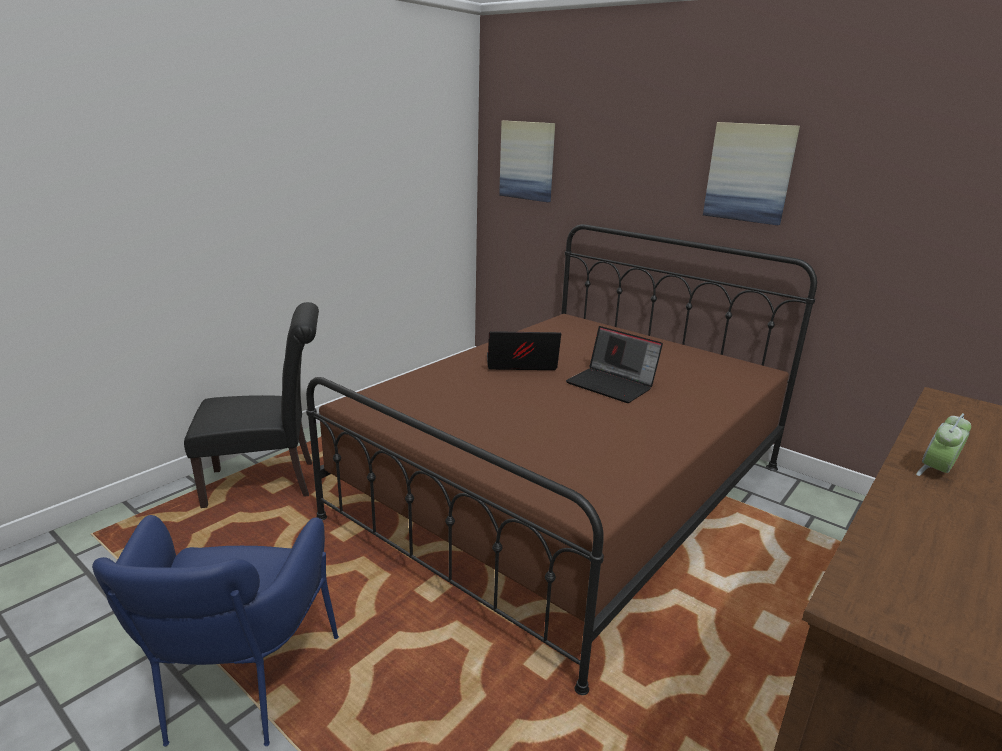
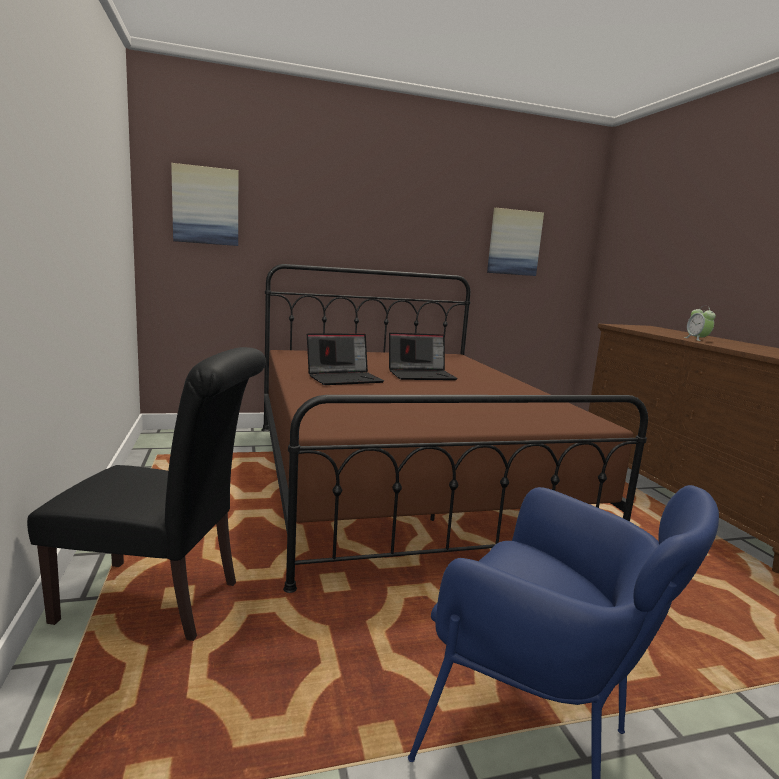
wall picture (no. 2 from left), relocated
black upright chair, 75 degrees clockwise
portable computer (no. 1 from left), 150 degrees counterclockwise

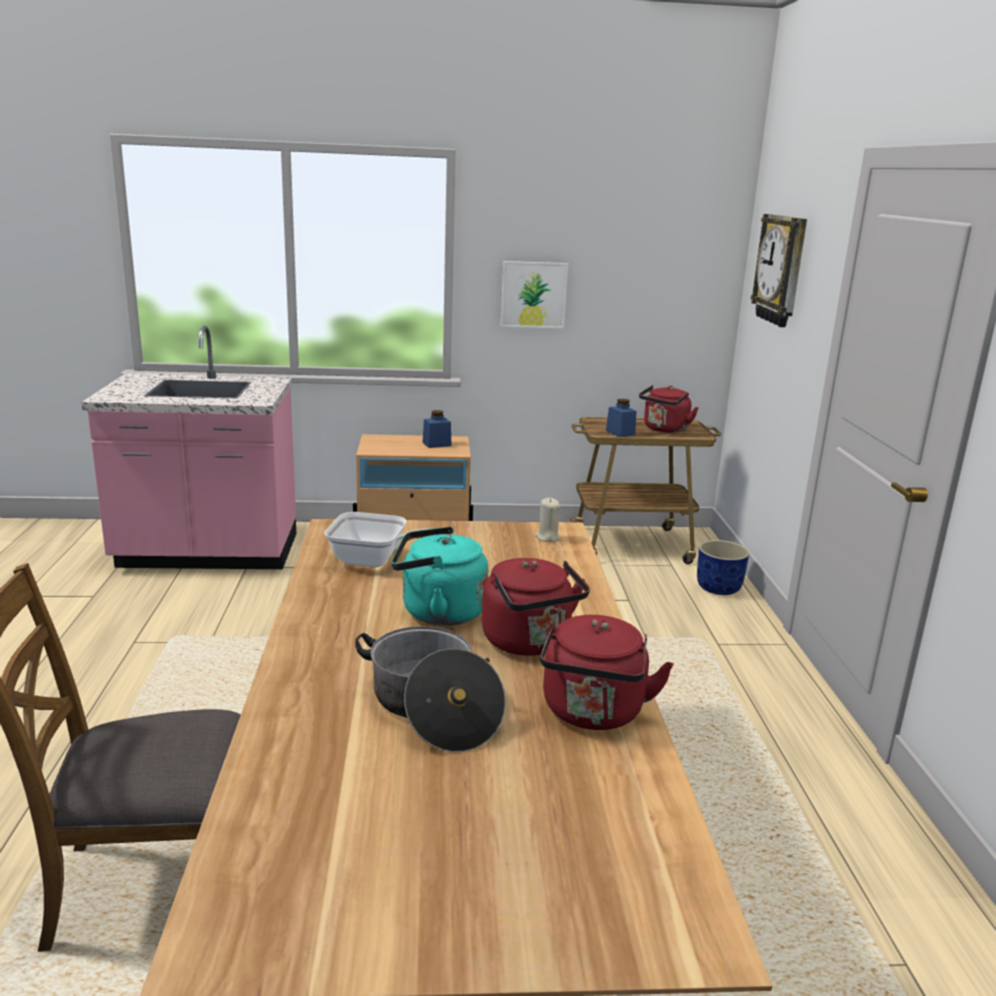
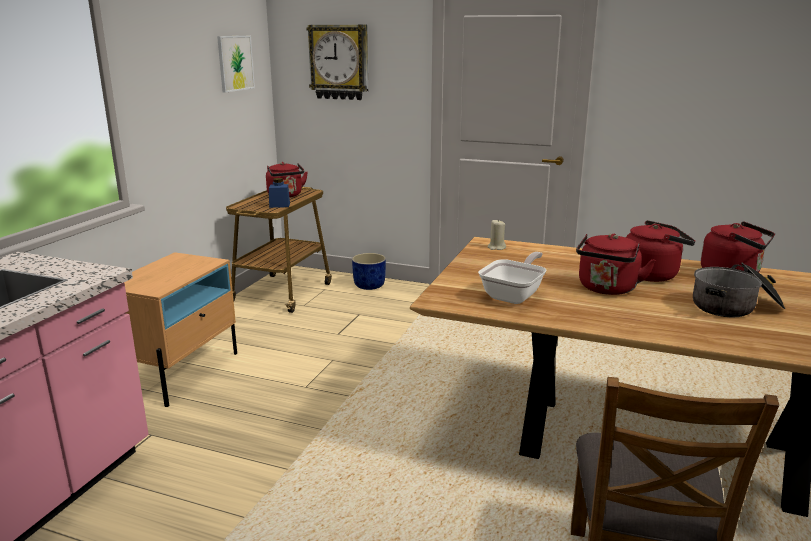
wall picture, relocated
blue preserve jar (no. 1 from left) => nothing
turquoise water kettle => reddish water kettle (no. 2 from left)

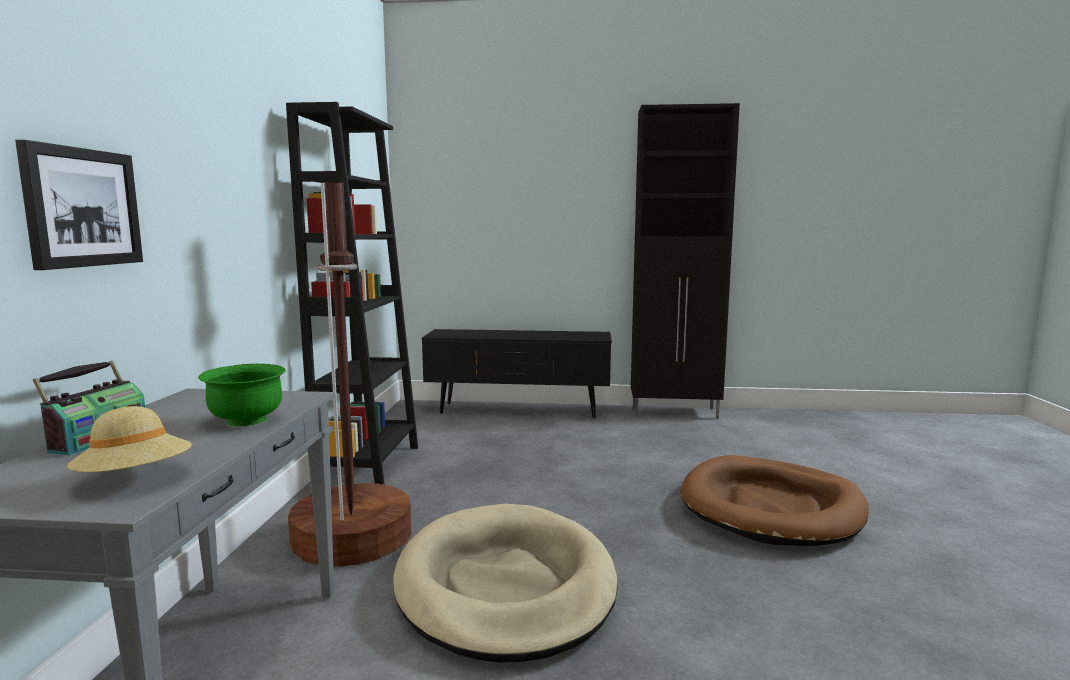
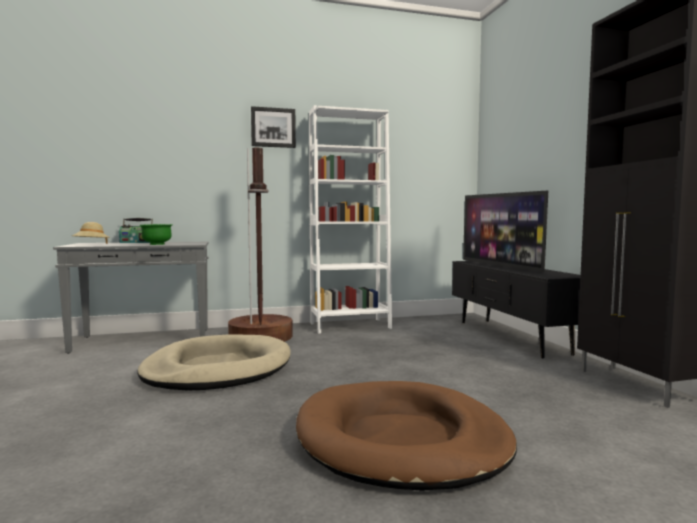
black shelving unit => whitish shelving unit
wall picture, relocated
nothing => TV

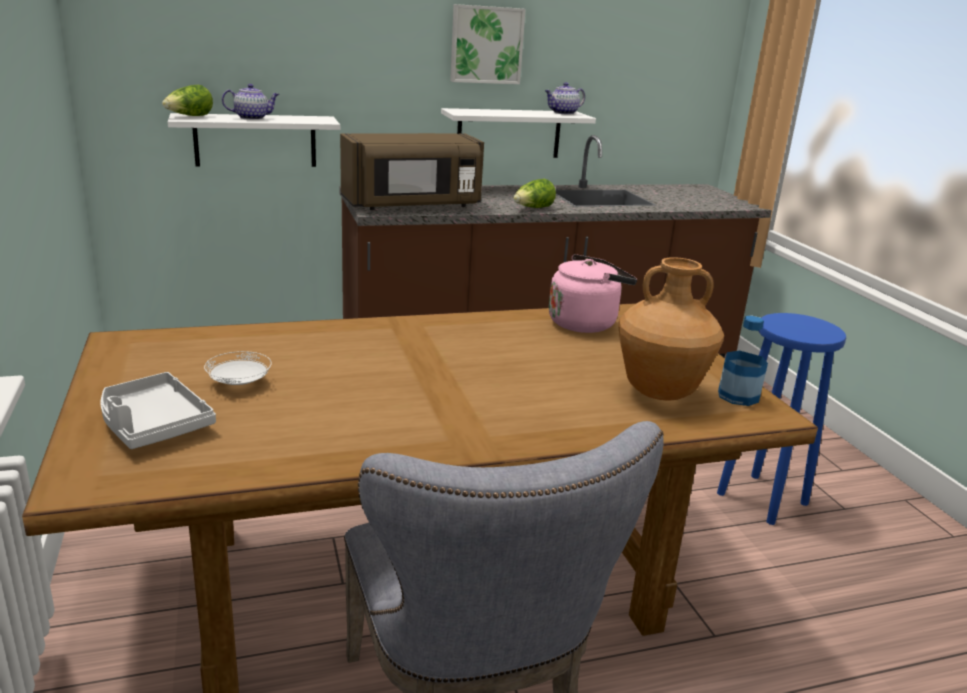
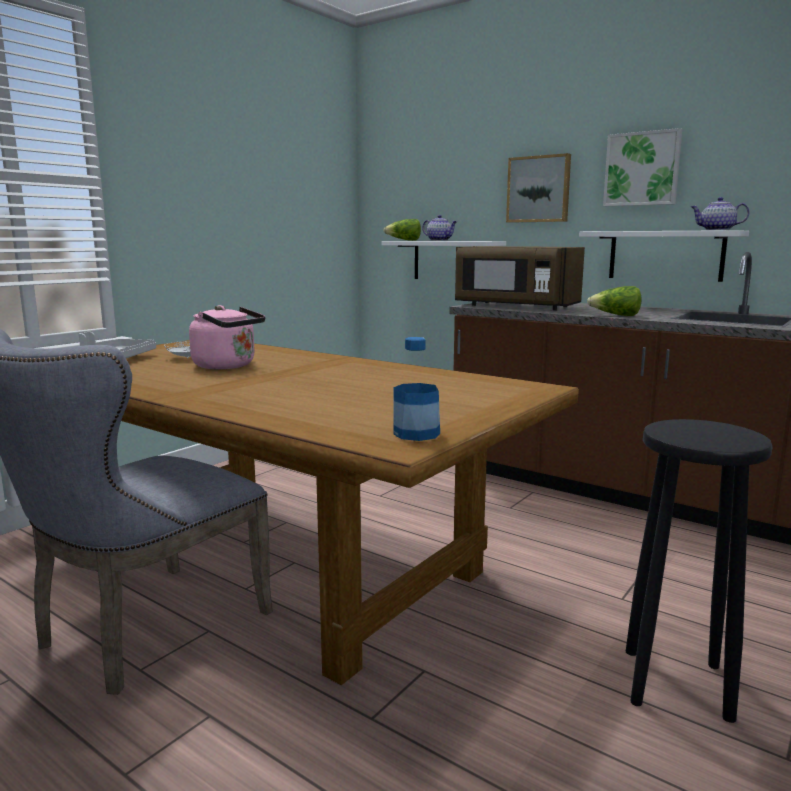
pinkish water kettle, relocated
brown-coloured flower vase => nothing
blue stool seat => black stool seat
nothing => wall picture (no. 1 from left)

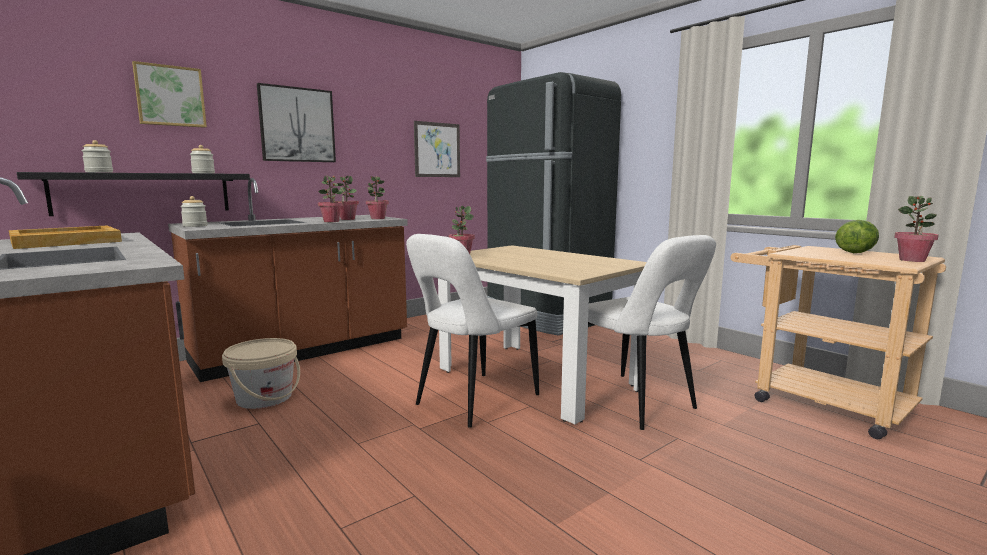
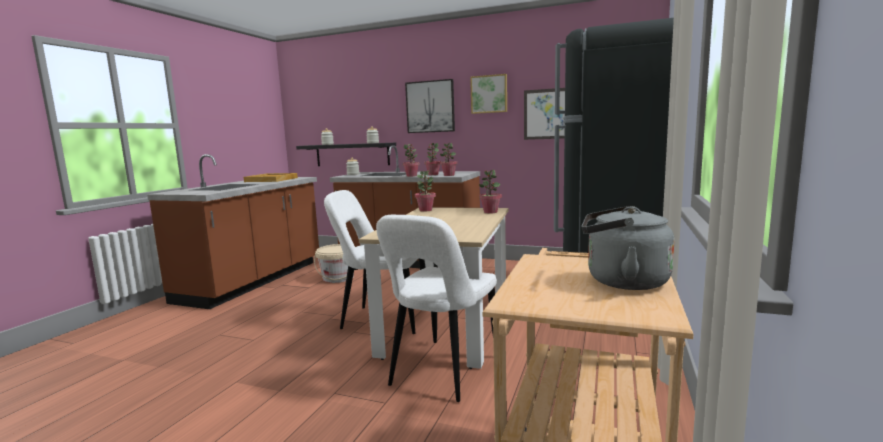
wall picture (no. 1 from left in the first image) => wall picture (no. 2 from left), relocated
houseplant (no. 5 from left), relocated
head of lettuce => gray water kettle

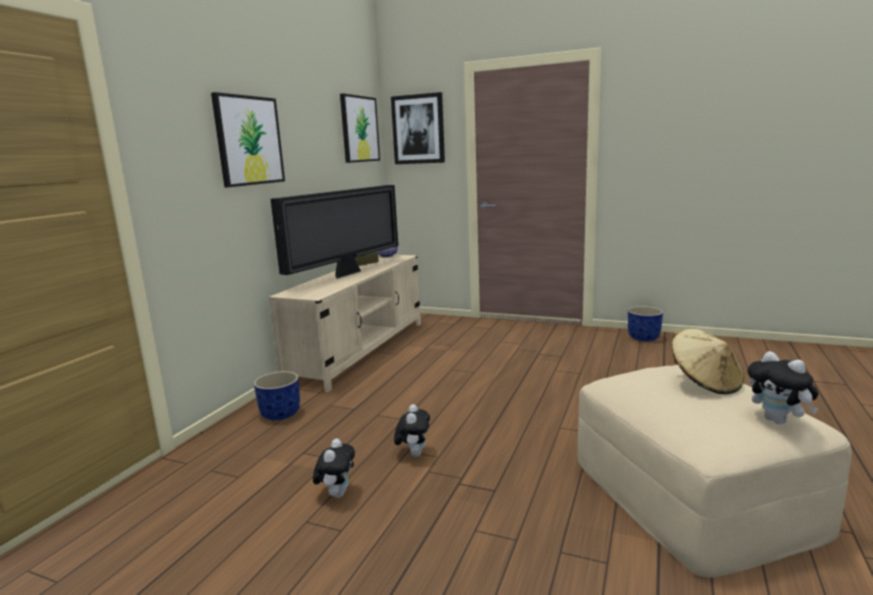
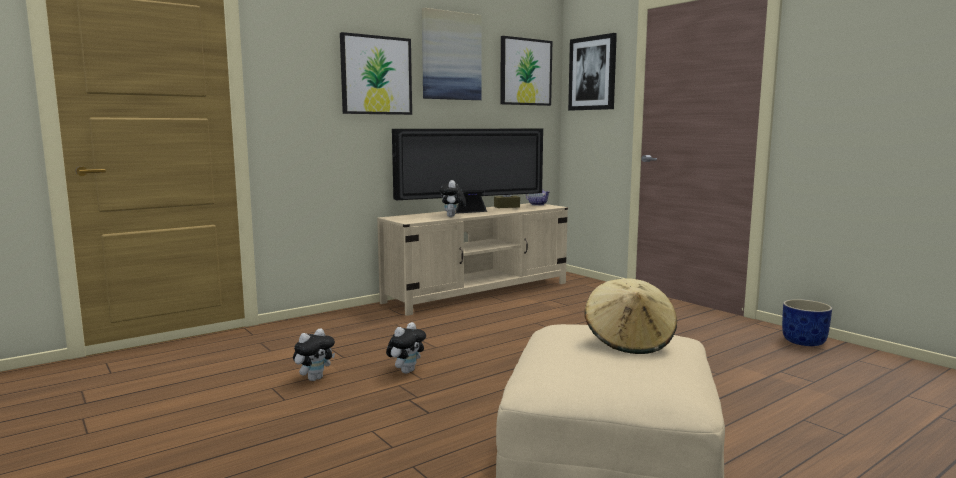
soft toy (no. 3 from left), relocated
blue flower pot (no. 1 from left) => nothing
nothing => wall picture (no. 2 from left)

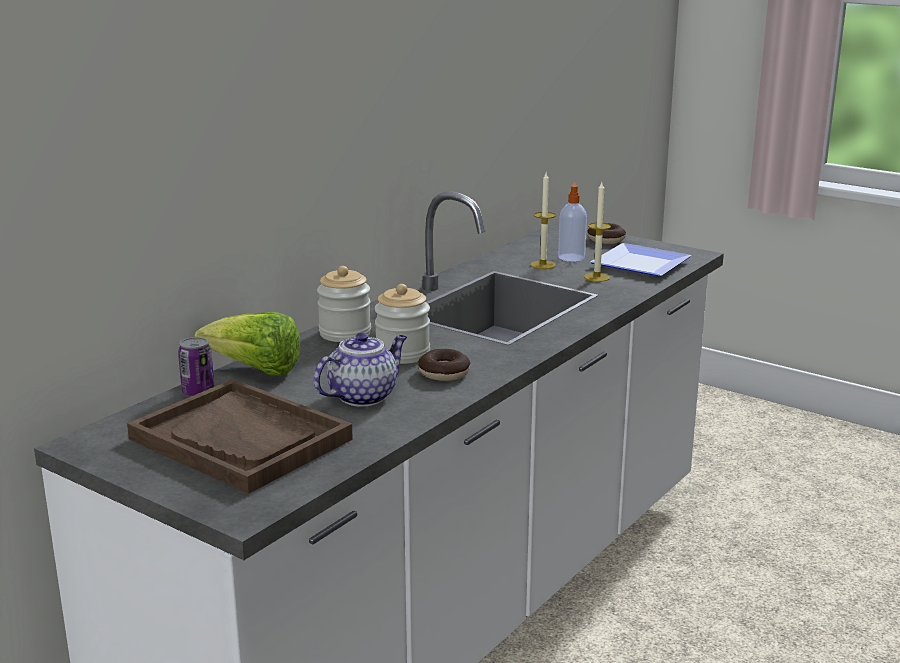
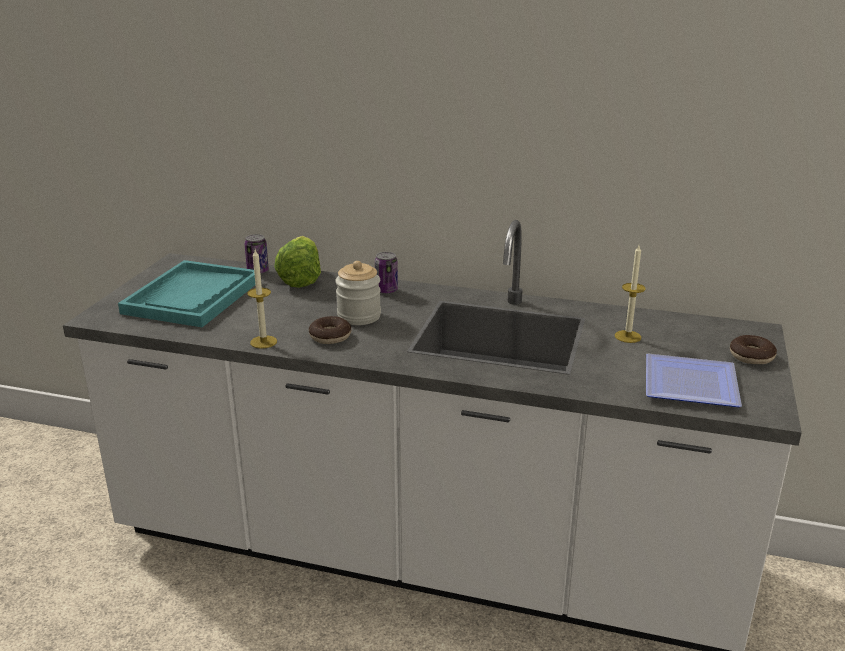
soap dispenser => nothing
candle (no. 2 from left in the first image) => candle (no. 1 from left), relocated
preserve jar (no. 1 from left) => metal can (no. 2 from left)
tea pot => nothing
brown-coloured serving tray => turquoise serving tray

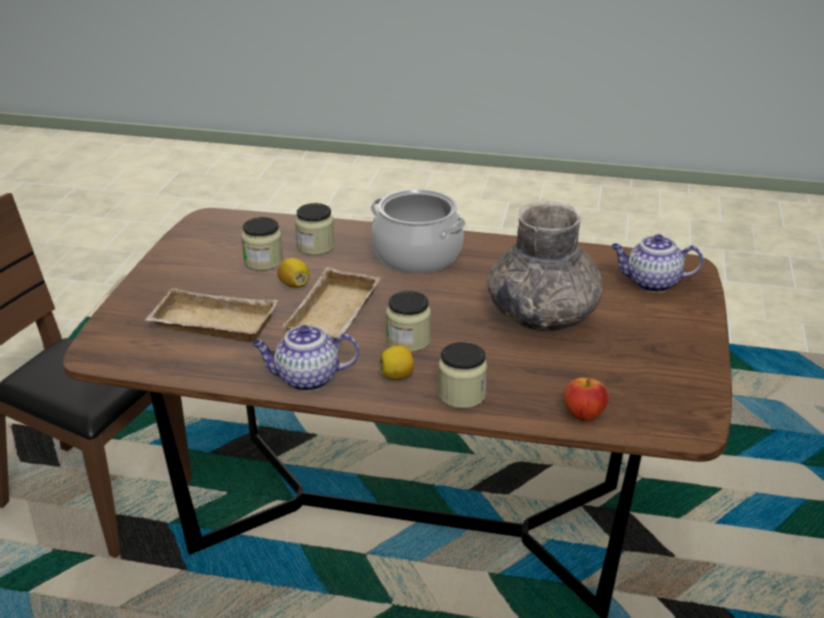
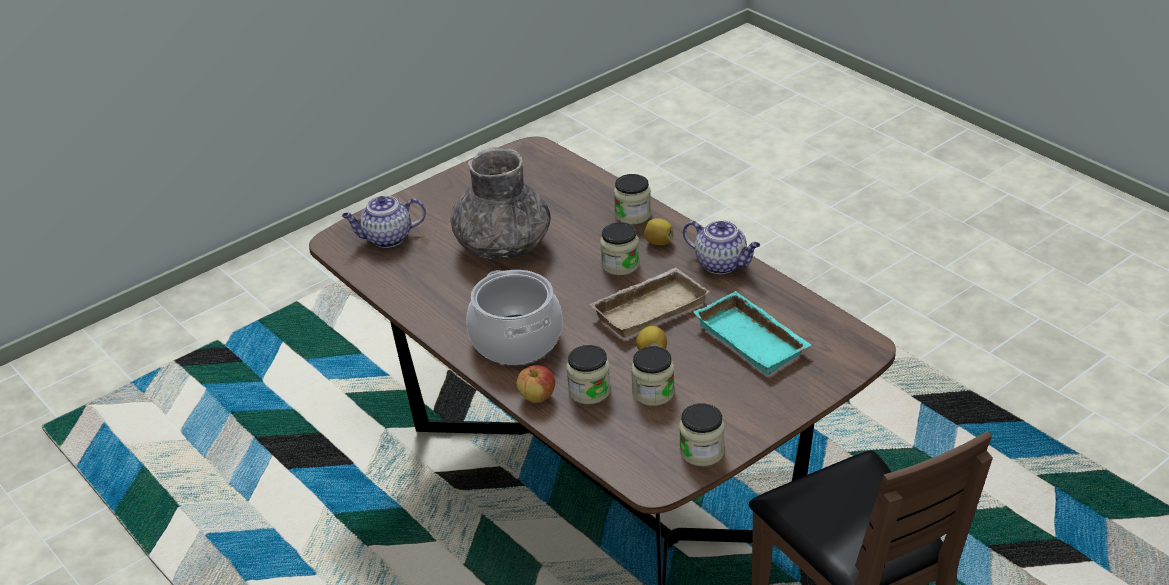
tea pot (no. 2 from left in the first image) => tea pot (no. 1 from left), 120 degrees clockwise
beige-coloured serving tray (no. 1 from left) => turquoise serving tray
apple, relocated
nothing => preserve jar (no. 5 from left)

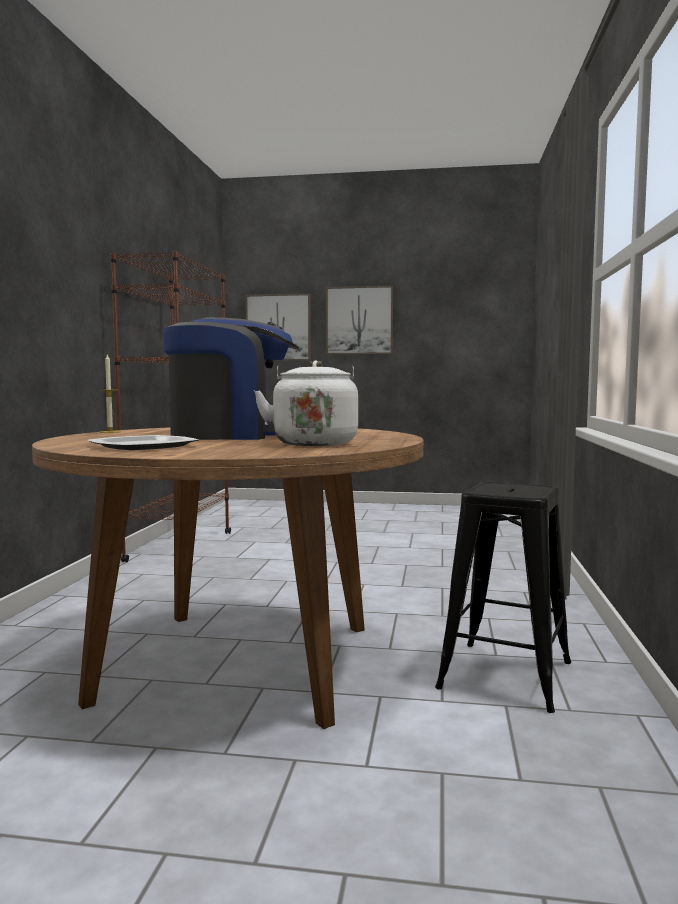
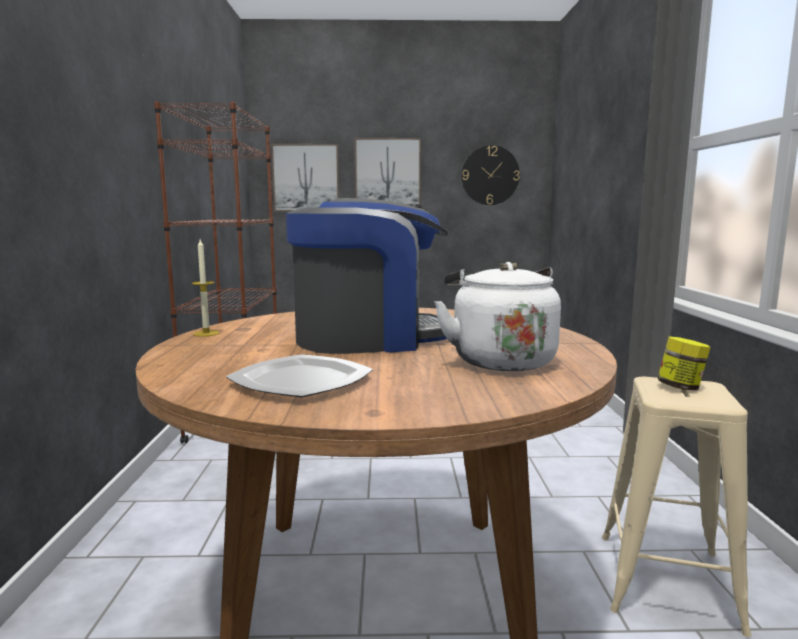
black stool seat => beige-coloured stool seat
nothing => clock on the wall
nothing => preserve jar

